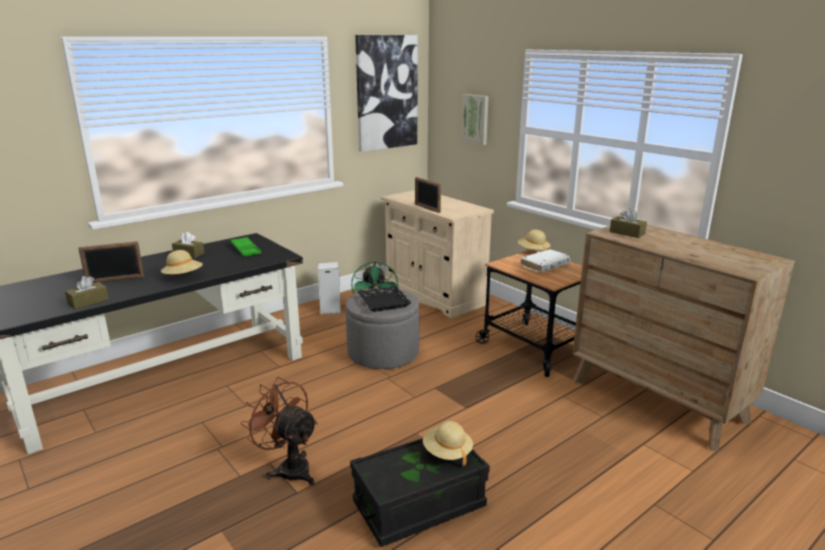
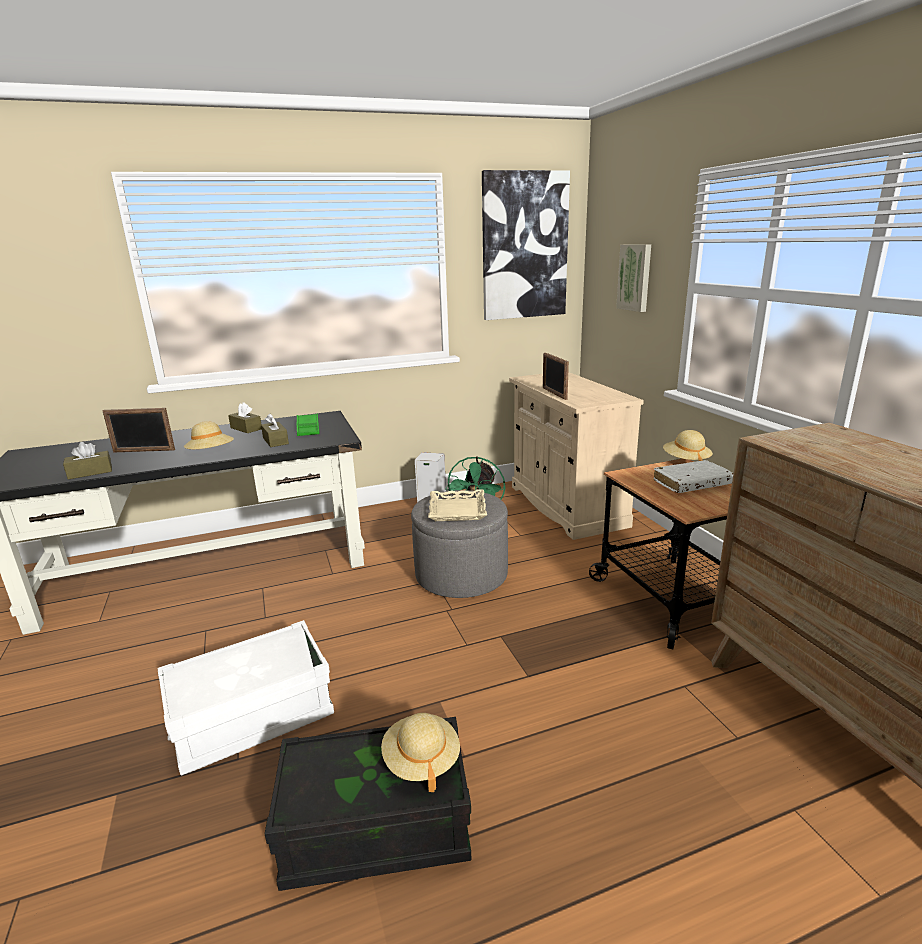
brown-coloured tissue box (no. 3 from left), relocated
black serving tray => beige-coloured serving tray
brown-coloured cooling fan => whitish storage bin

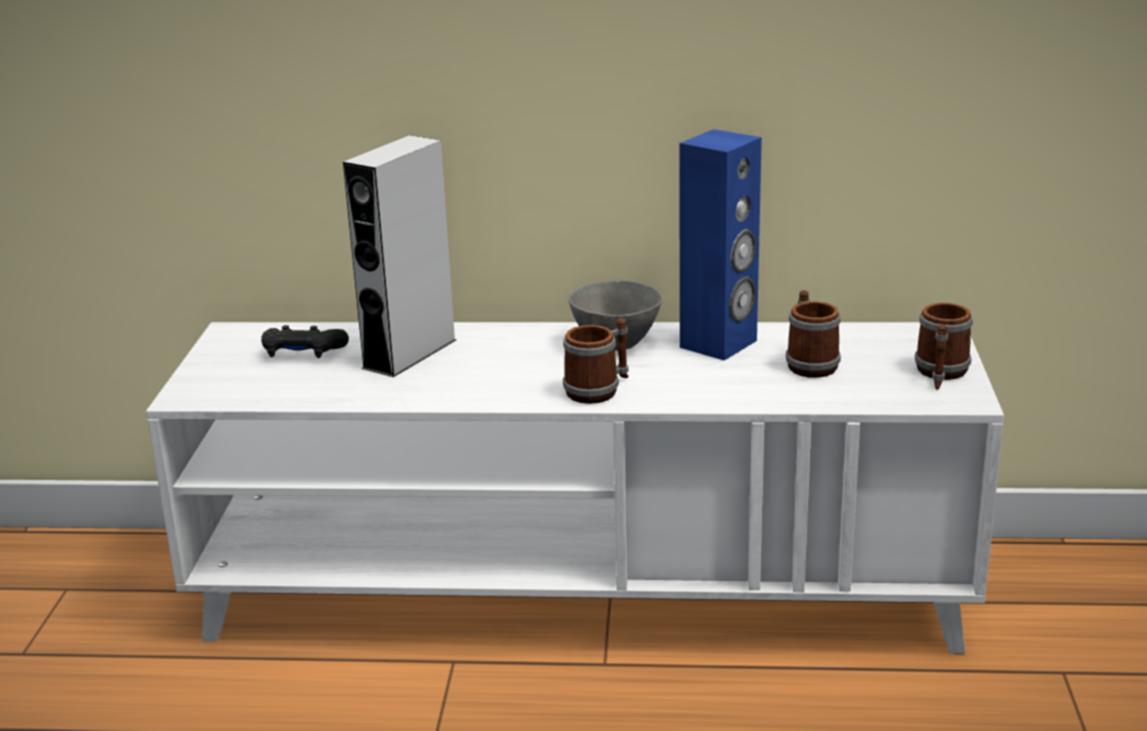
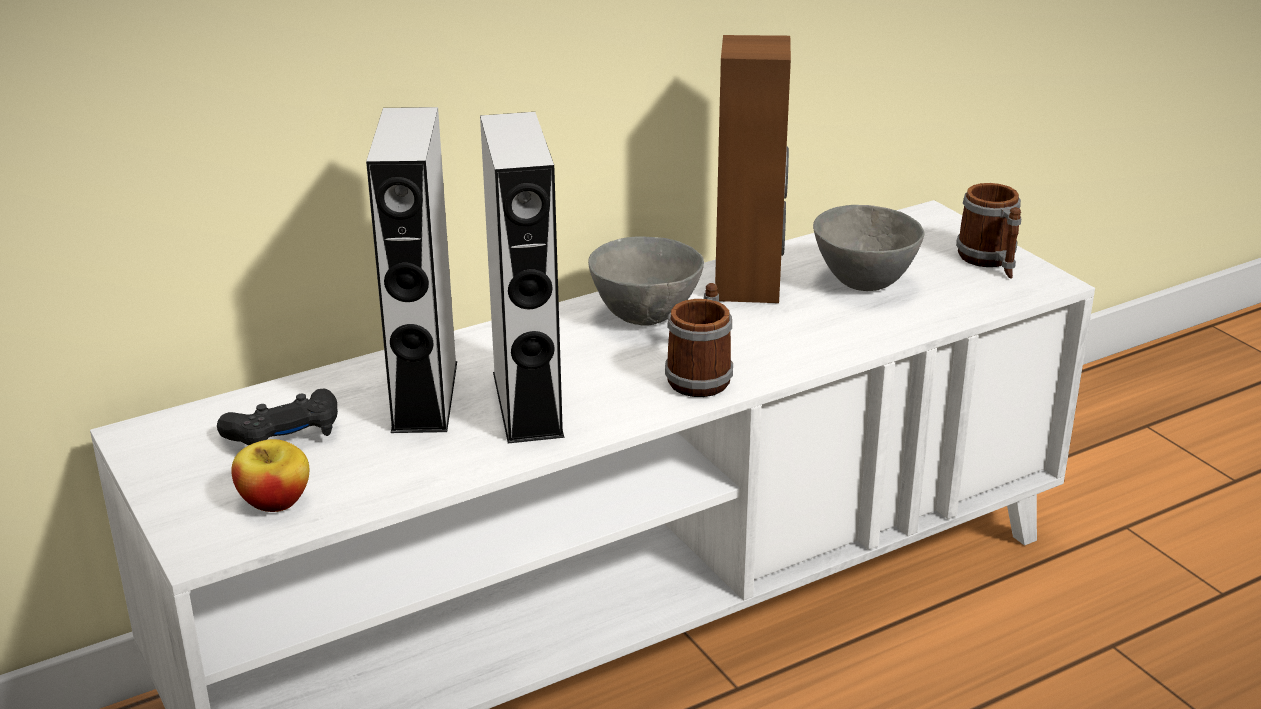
blue audio speaker => brown-coloured audio speaker
coffee mug (no. 2 from left) => gray serving bowl (no. 2 from left)
nothing => gray audio speaker (no. 2 from left)
nothing => apple

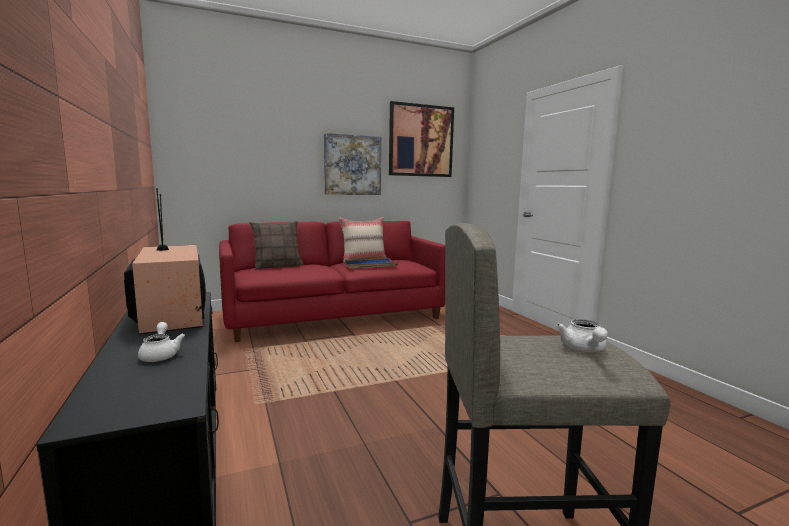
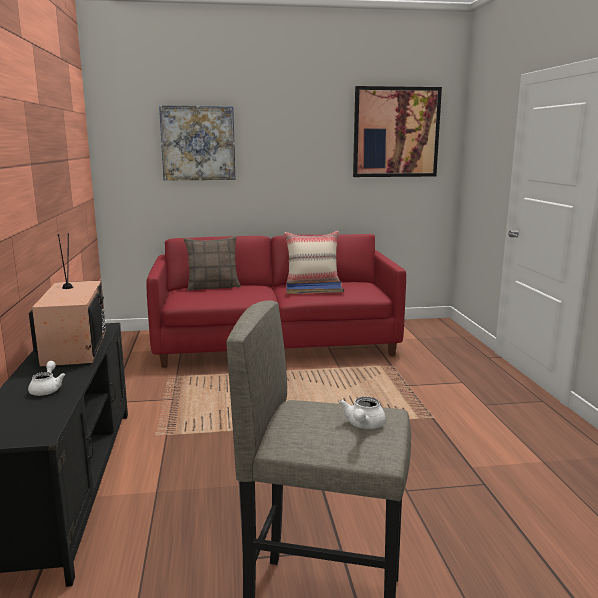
wall picture (no. 1 from left), relocated

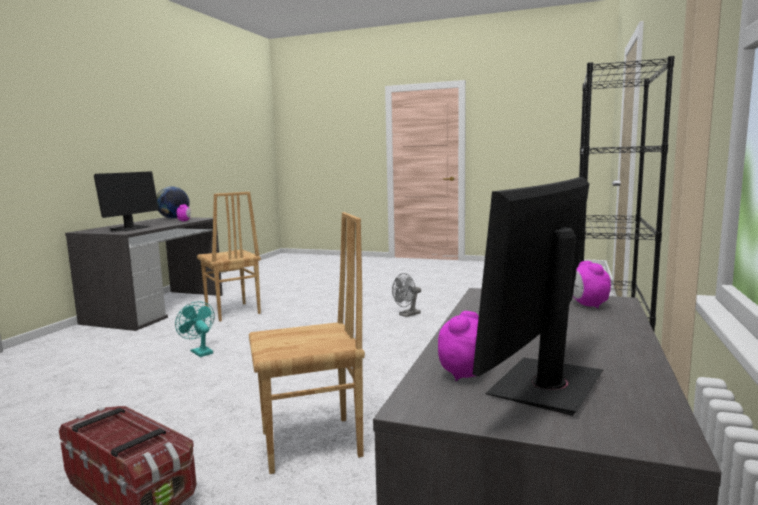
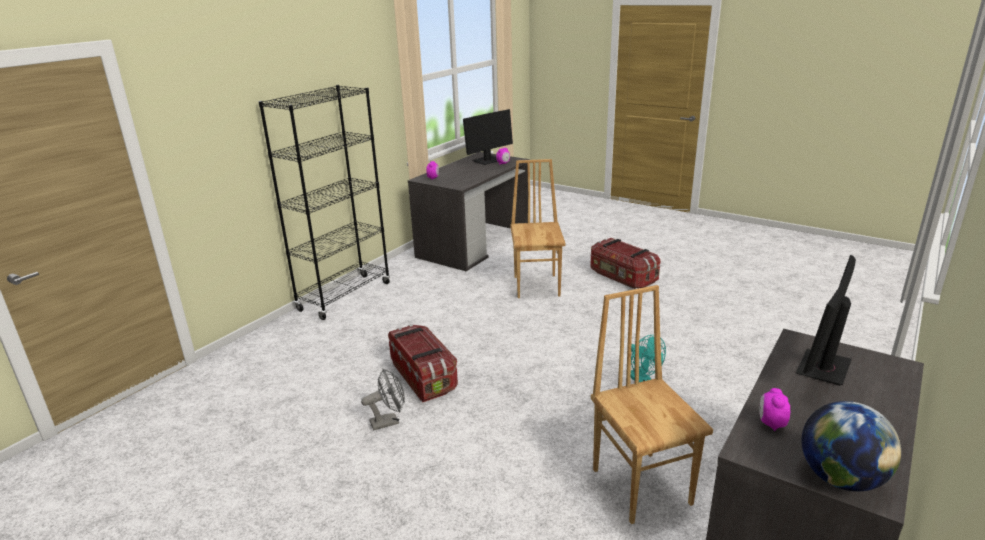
brown-coloured upright chair (no. 2 from left in the first image) => brown-coloured upright chair (no. 1 from left), 90 degrees clockwise
nothing => storage bin (no. 1 from left)

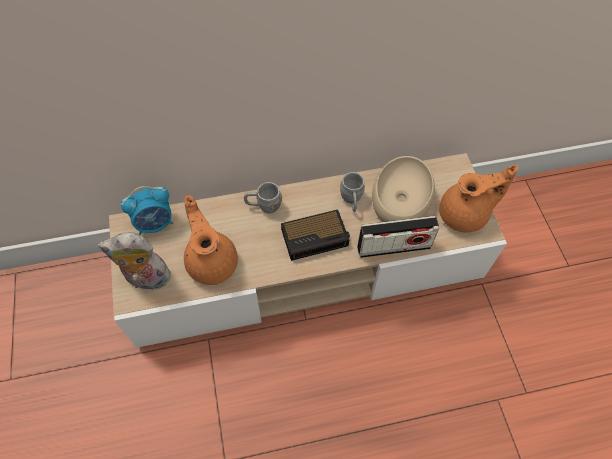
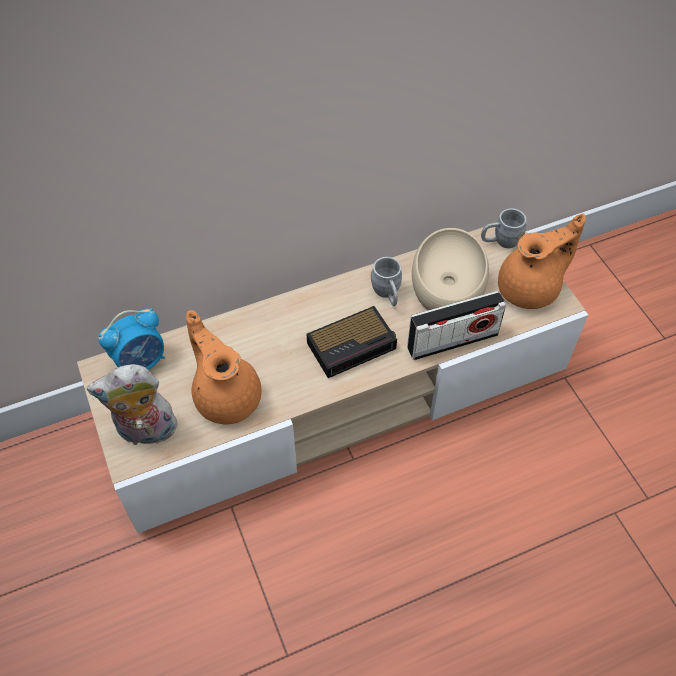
gray coffee mug (no. 1 from left in the first image) => gray coffee mug (no. 2 from left), relocated

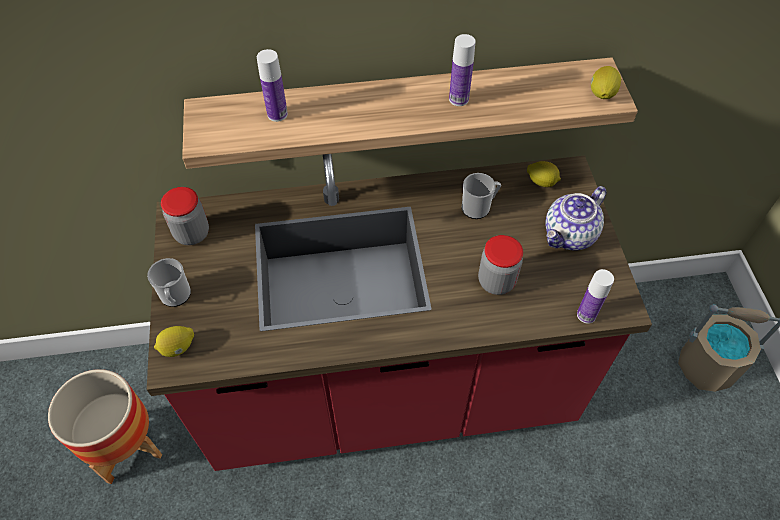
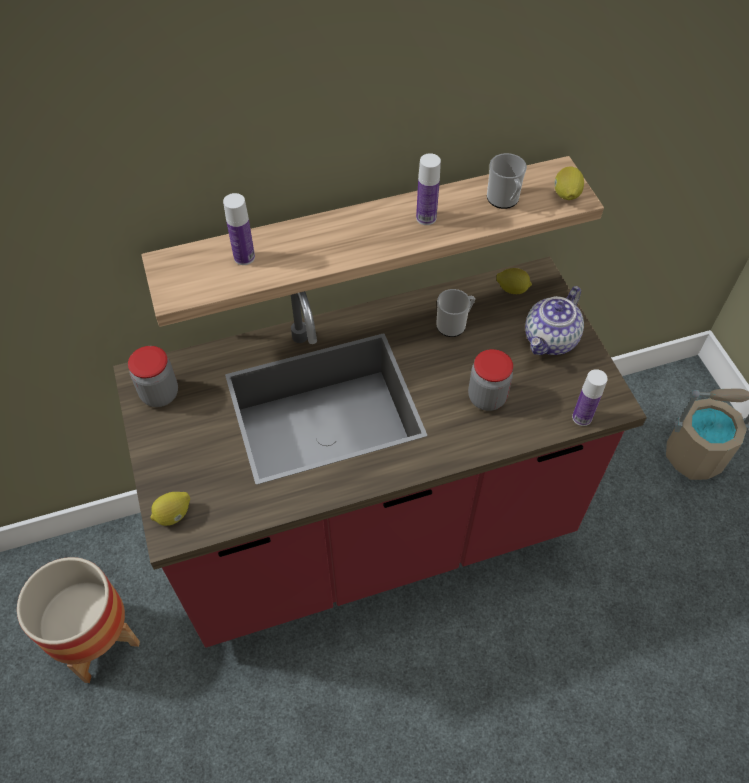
coffee mug (no. 1 from left in the first image) => coffee mug (no. 2 from left), relocated

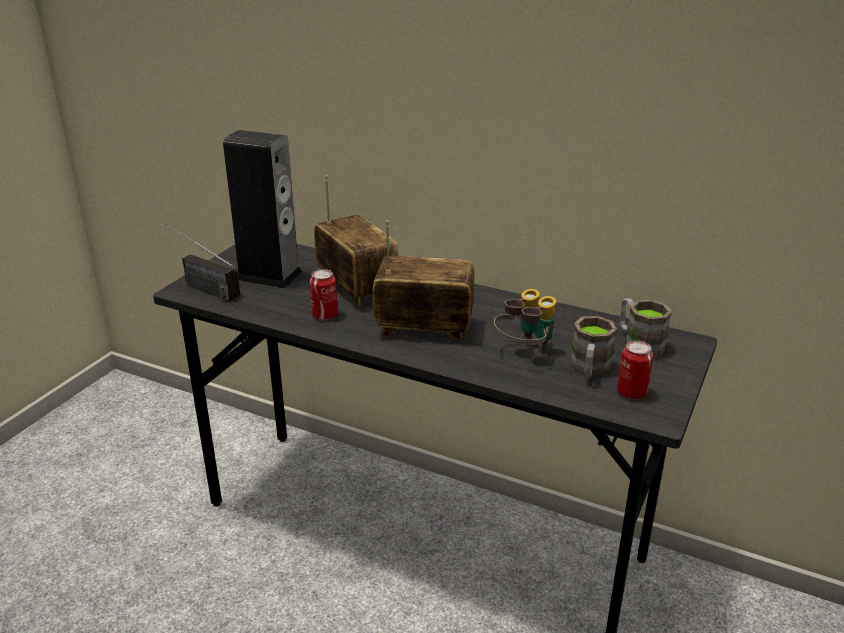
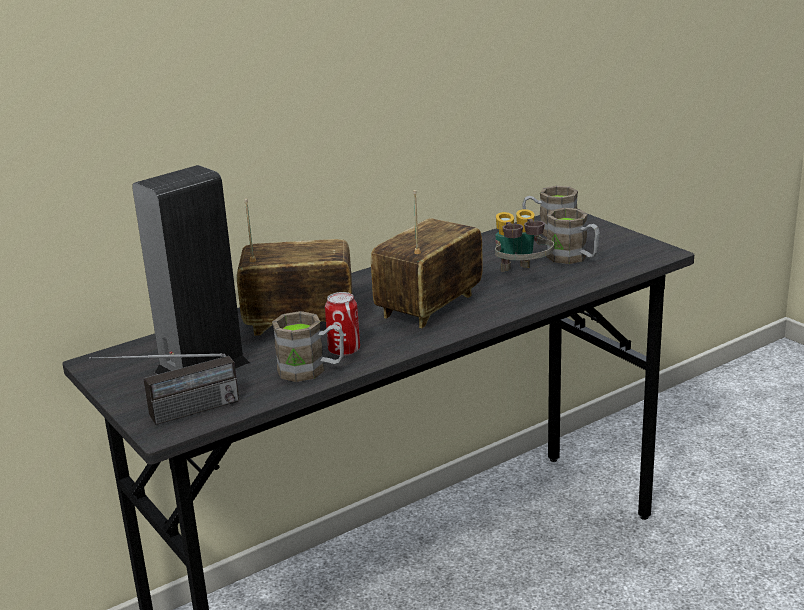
metal can (no. 2 from left) => nothing
nothing => brown-coloured coffee mug (no. 1 from left)

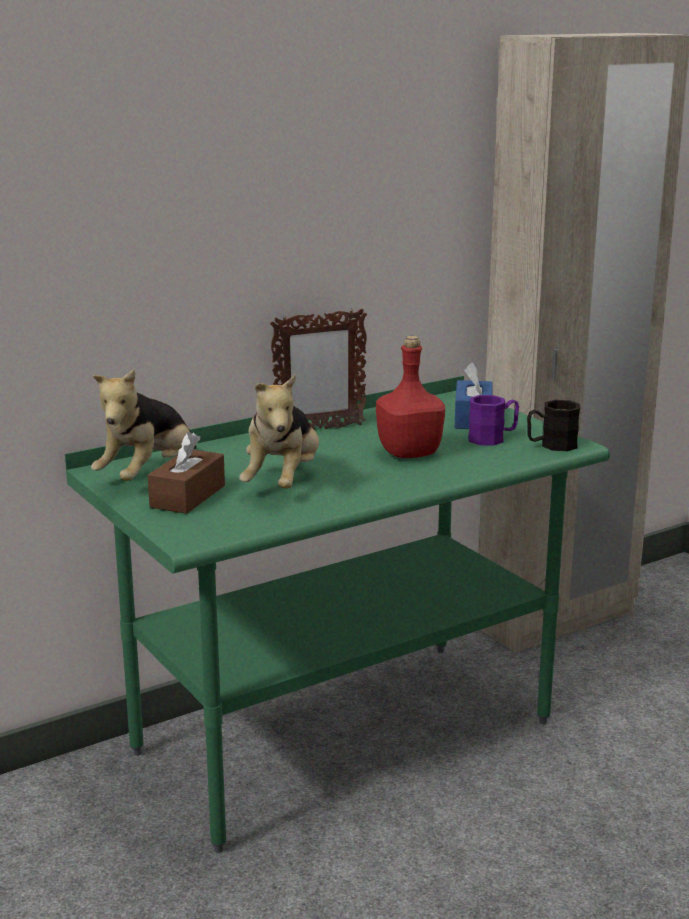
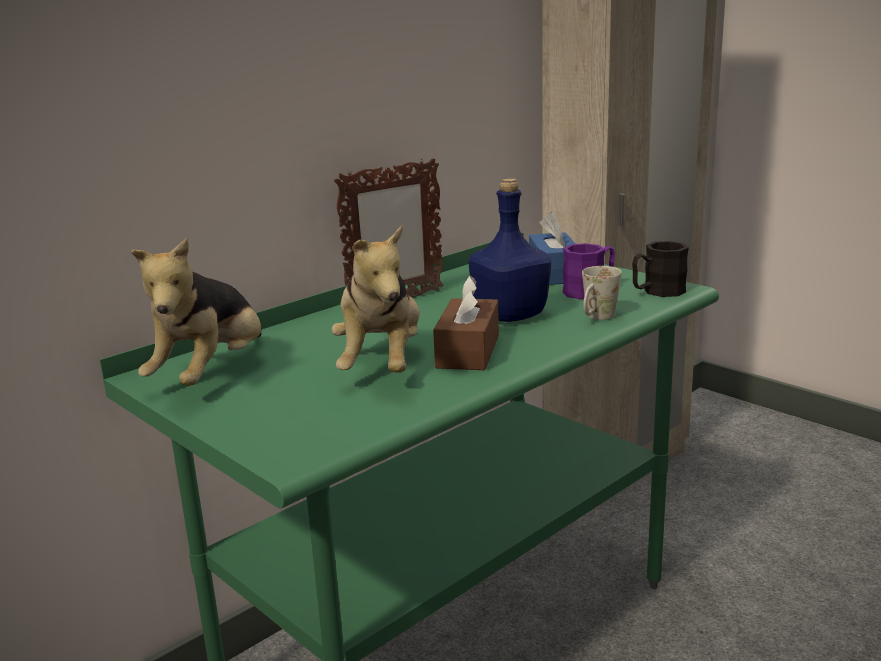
reddish drink bottle => blue drink bottle
brown-coloured tissue box, relocated
nothing => whitish coffee mug

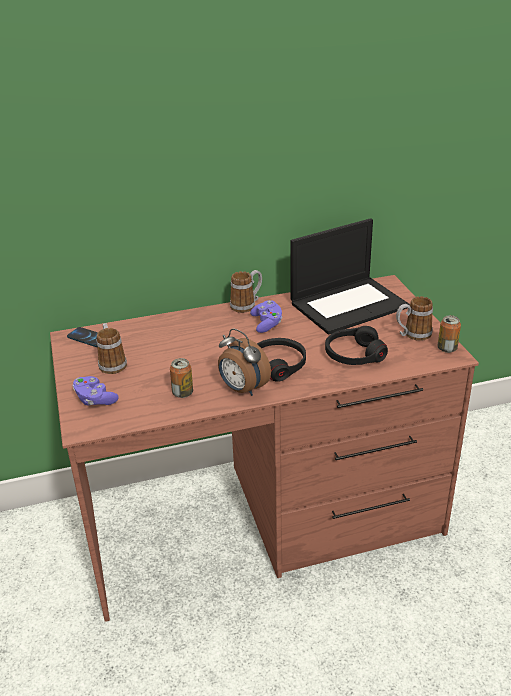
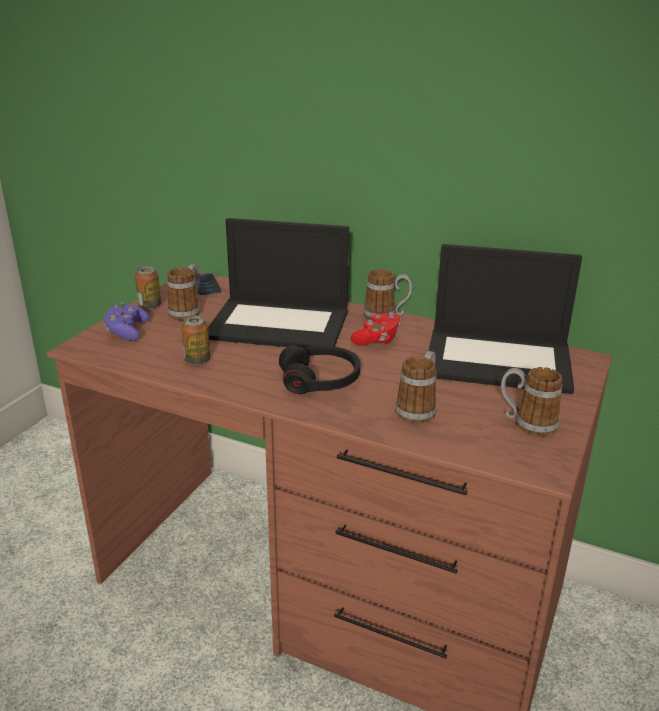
purplish game controller (no. 2 from left) => reddish game controller
metal can (no. 2 from left in the first image) => metal can (no. 1 from left), relocated
black headphones (no. 2 from left) => coffee mug (no. 3 from left)
table clock => nothing
nothing => portable computer (no. 1 from left)

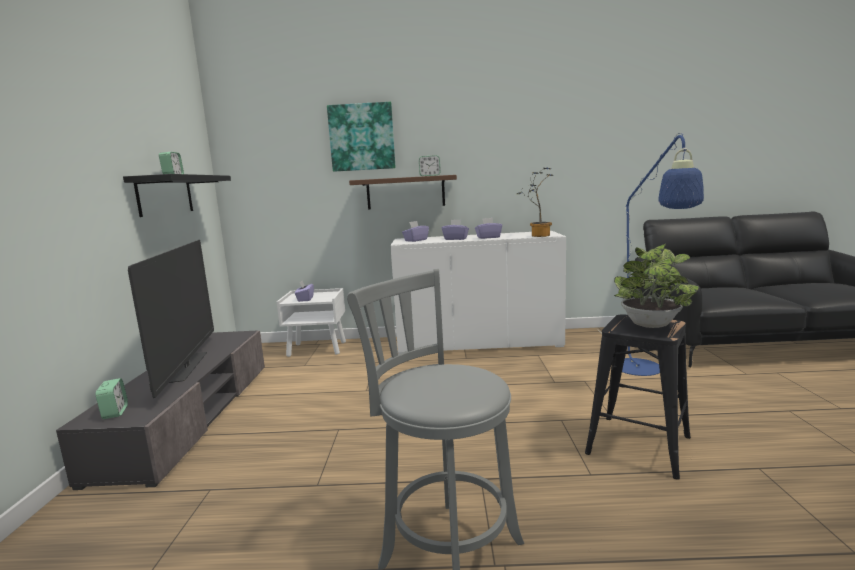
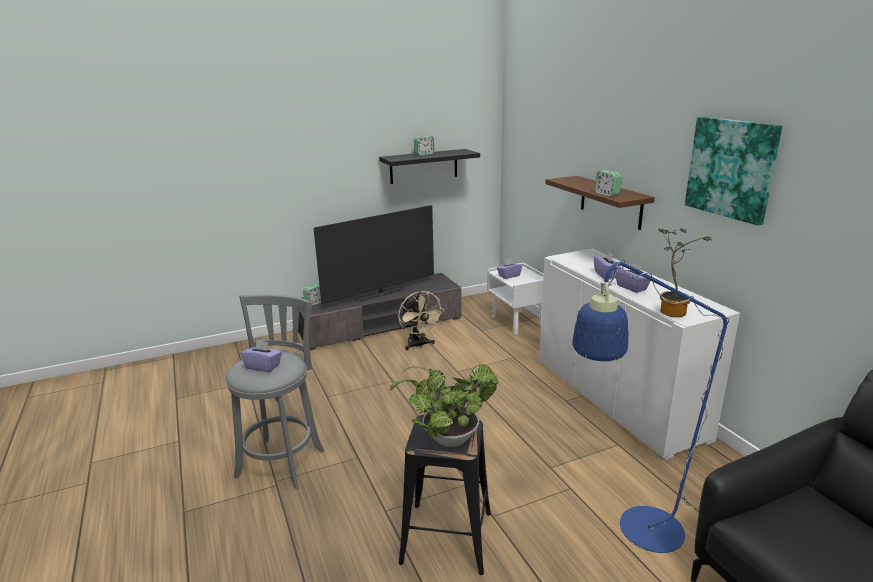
wall picture, relocated
purplish tissue box (no. 2 from left in the first image) => purplish tissue box (no. 1 from left), relocated
nothing => beige-coloured cooling fan

